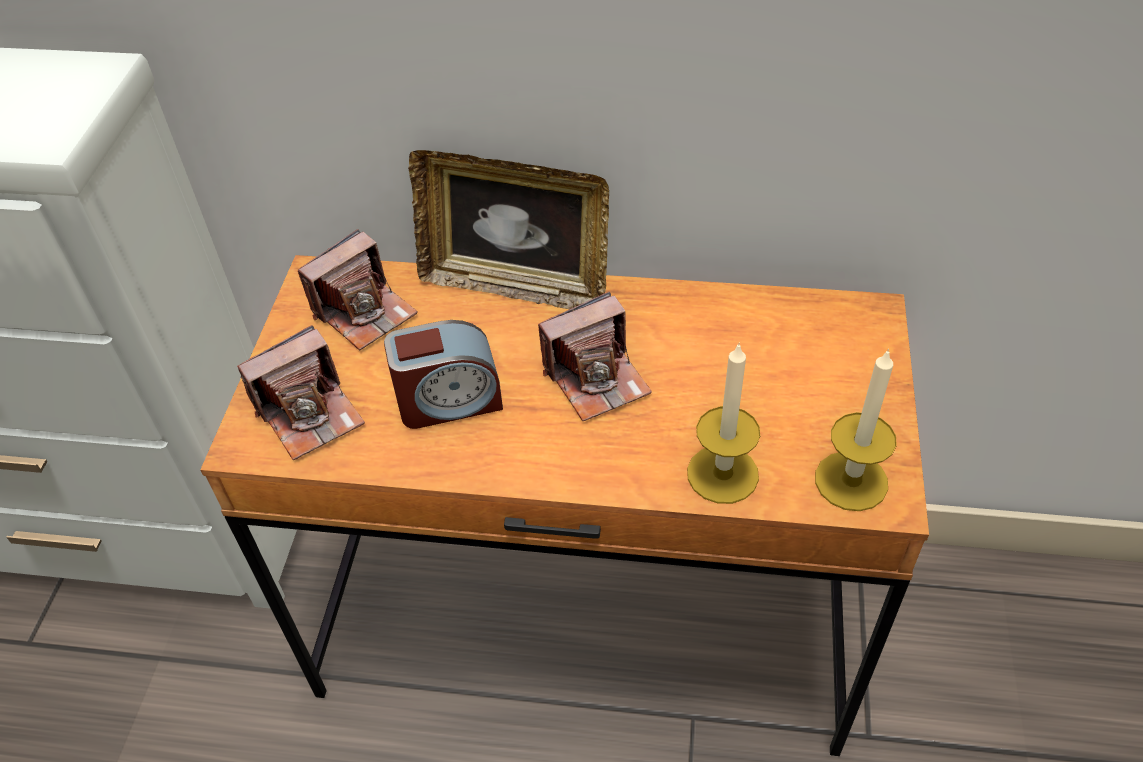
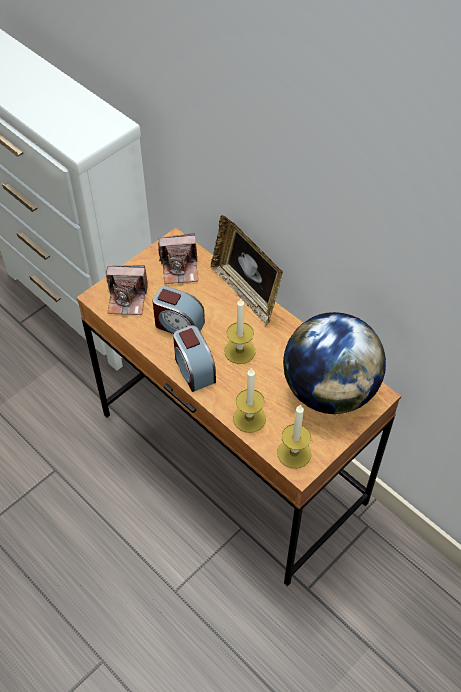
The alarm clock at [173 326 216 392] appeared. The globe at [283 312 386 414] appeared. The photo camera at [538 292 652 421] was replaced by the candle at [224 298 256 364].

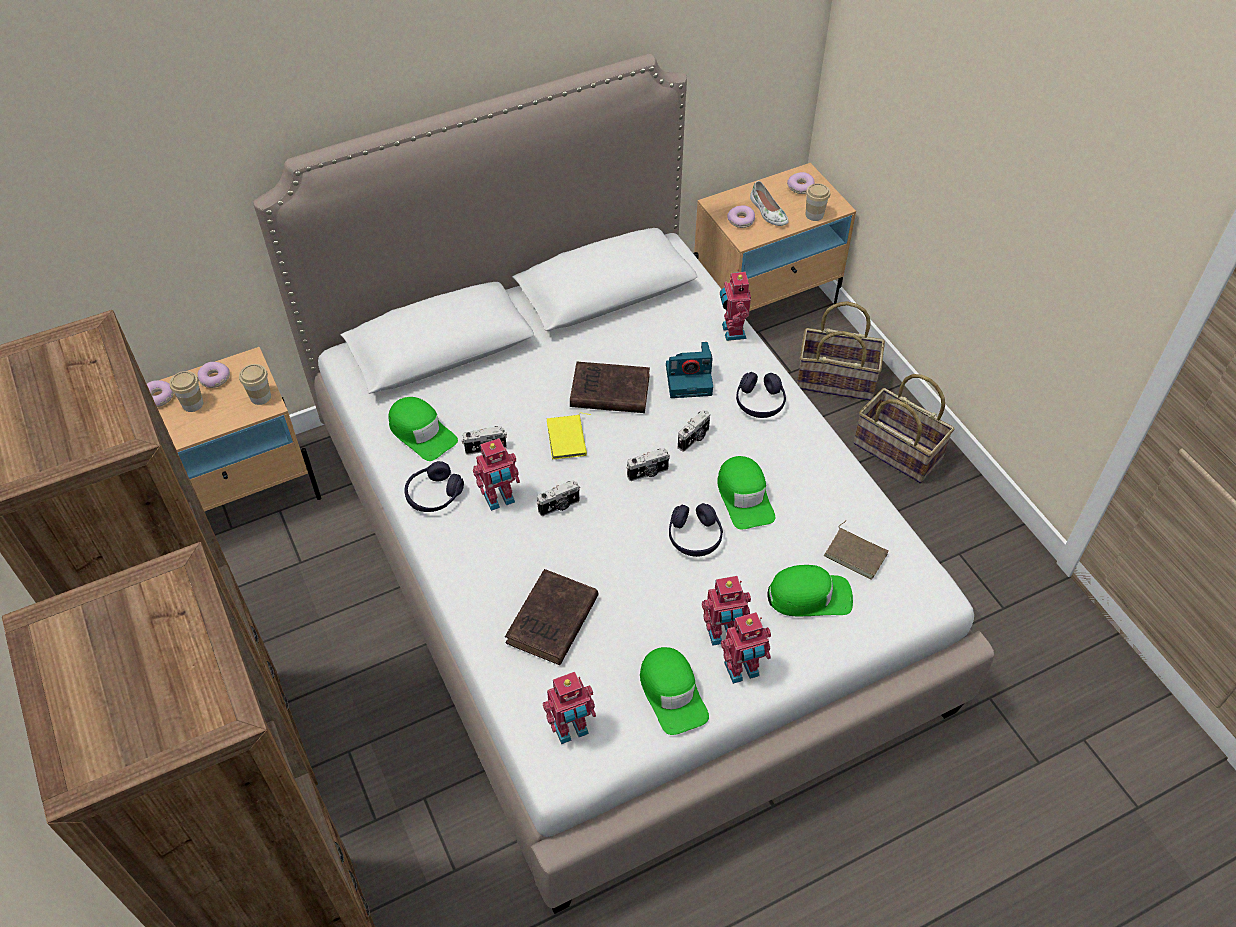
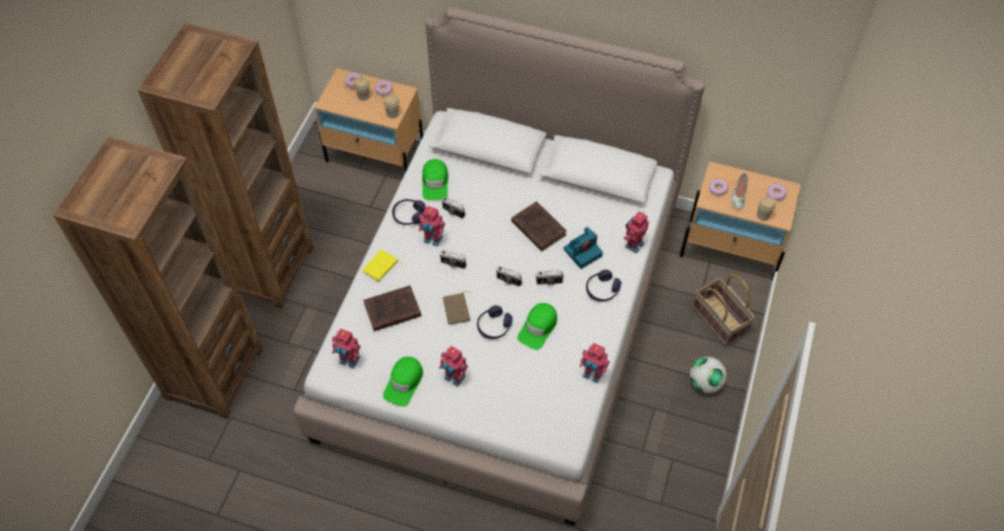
The green cap at [768 565 853 616] disappeared. The yellow book moved from [547 413 591 459] to [362 249 401 282]. The toy robot moved from [721 612 771 684] to [580 343 610 384]. The brown book moved from [824 520 889 580] to [443 291 470 325]. The basket at [853 374 954 483] was replaced by the football at [690 357 727 393]. The photo camera at [666 342 713 398] turned 75 degrees counterclockwise.

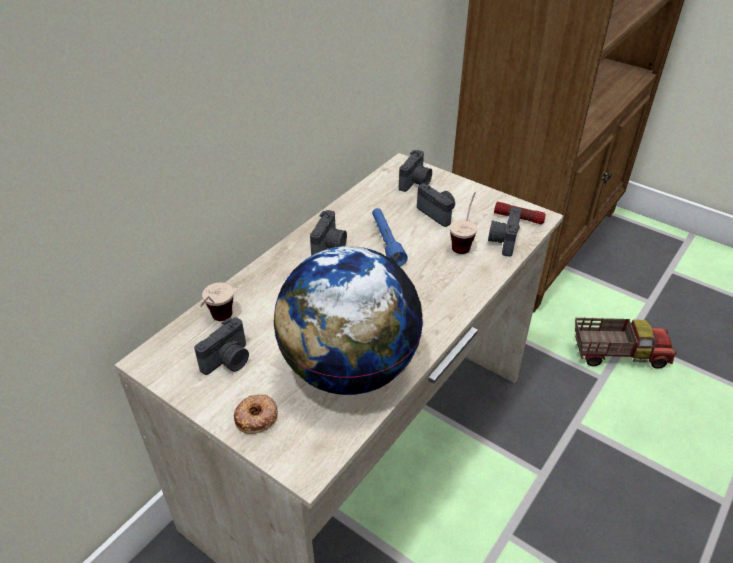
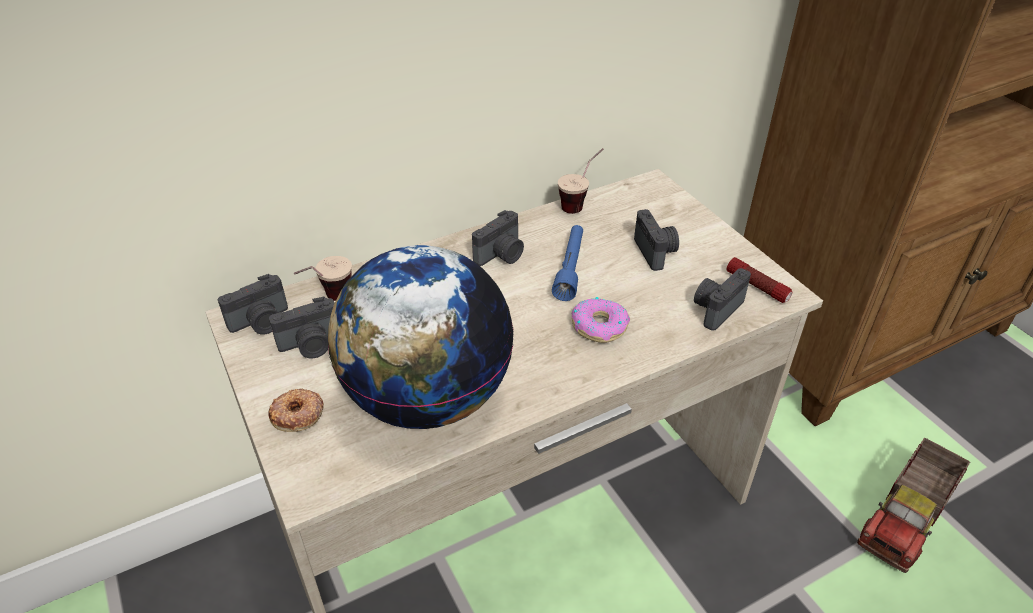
The donut at [572 297 630 343] appeared. The photo camera moved from [399 150 432 192] to [218 274 288 335]. The cup moved from [450 192 478 254] to [558 148 604 214]. The toy truck at [575 318 677 369] turned 105 degrees clockwise.

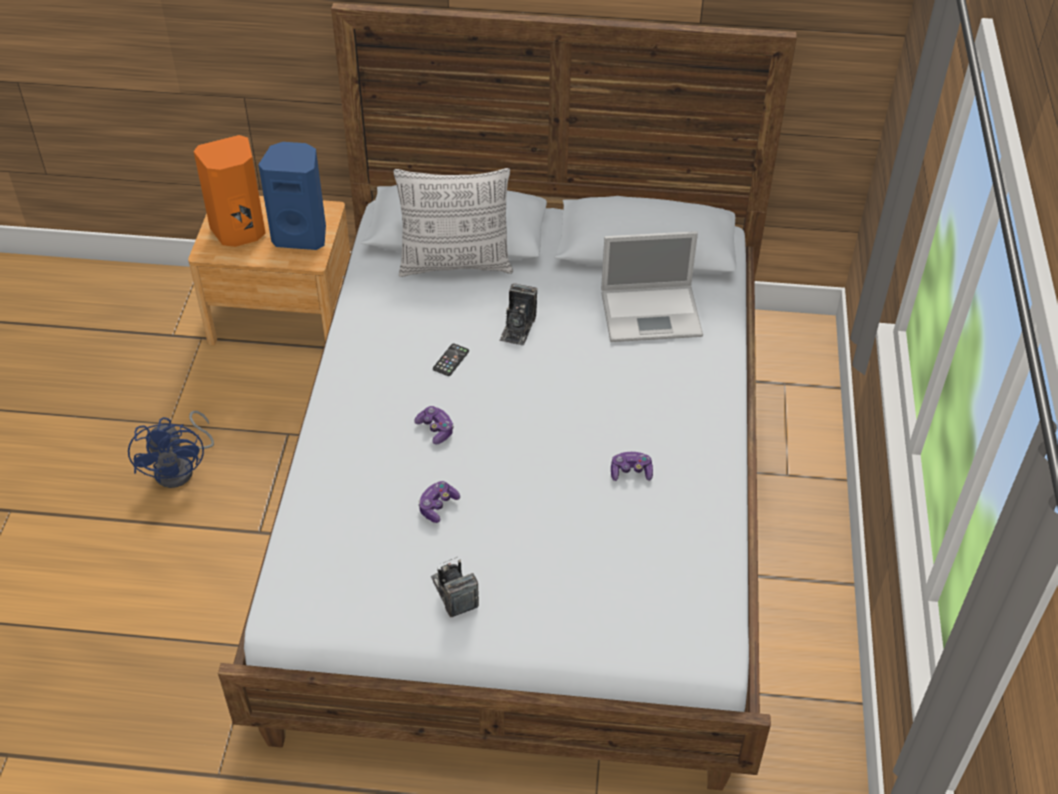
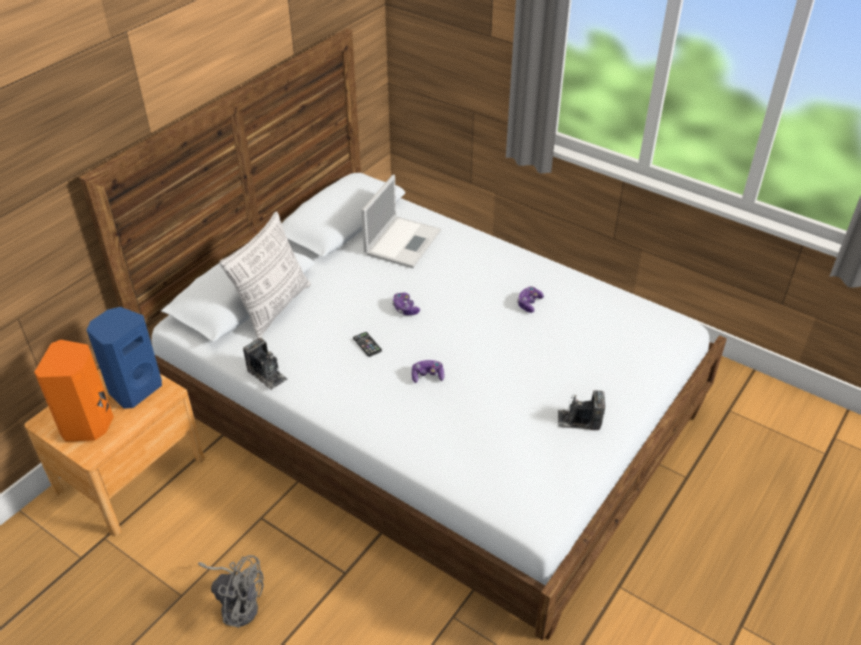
The game controller moved from [418 481 460 523] to [392 293 420 315]. The photo camera moved from [499 283 537 345] to [243 338 287 390]. The blue fan at [128 411 214 488] became the grey fan at [198 555 264 628].

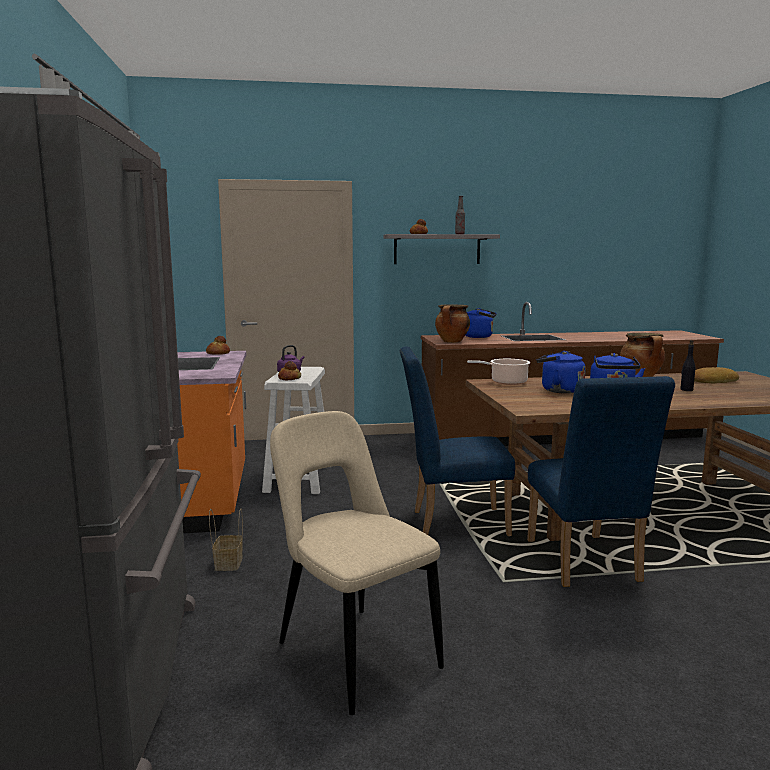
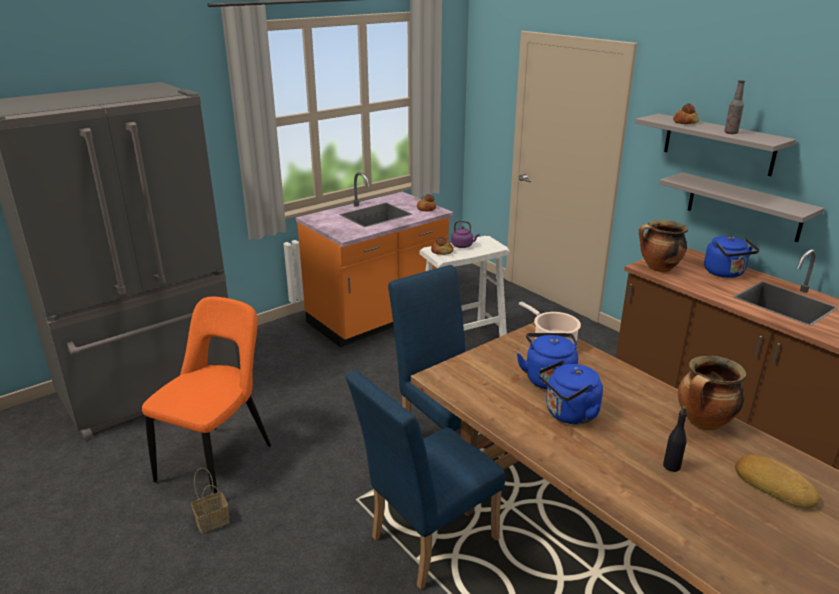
The grey shelf at [659 172 824 242] appeared. The basket moved from [209 508 243 571] to [191 468 229 533]. The beige chair at [270 411 444 715] became the orange chair at [142 297 271 494].

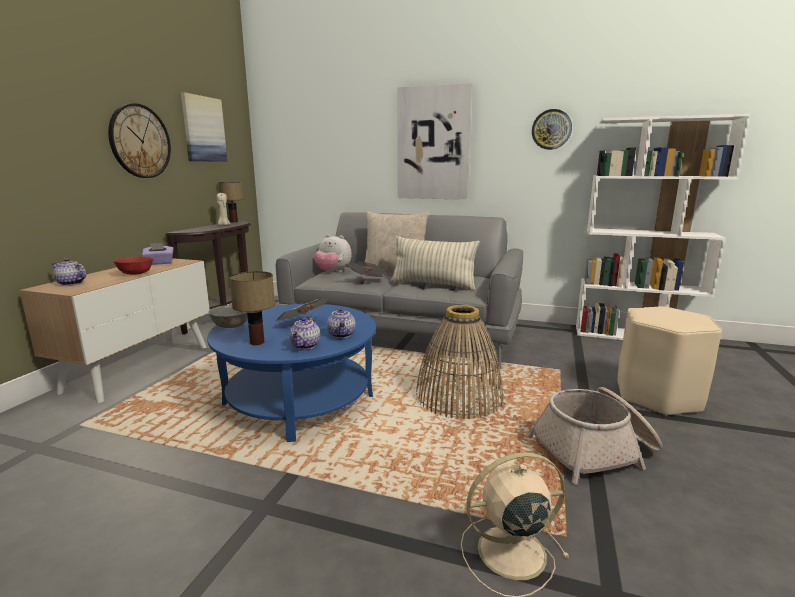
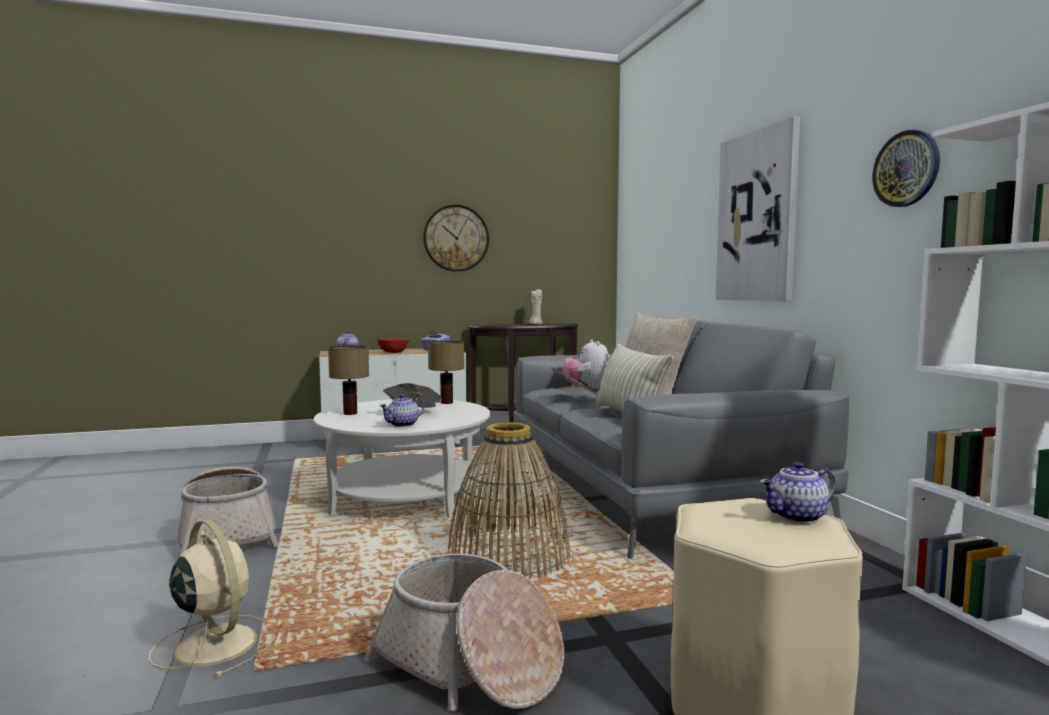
The picture at [180 92 228 162] disappeared. The grey bowl at [208 305 248 328] disappeared. The basket at [178 467 279 555] appeared. The table lamp moved from [218 182 244 222] to [428 341 464 404]. The teapot moved from [289 317 320 350] to [760 462 836 524]. The blue coffee table at [207 304 376 442] became the white coffee table at [314 399 490 518].

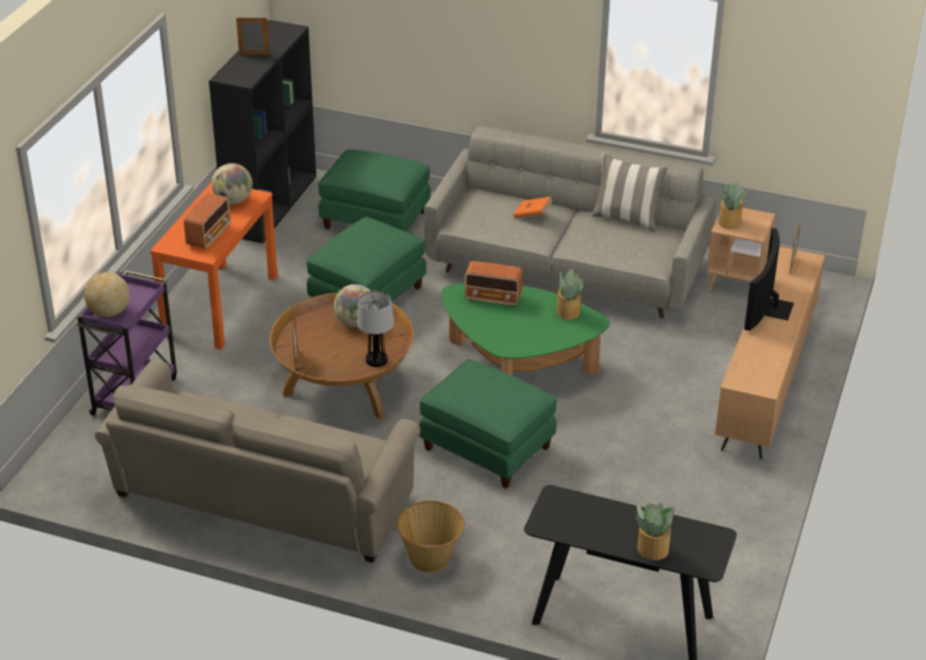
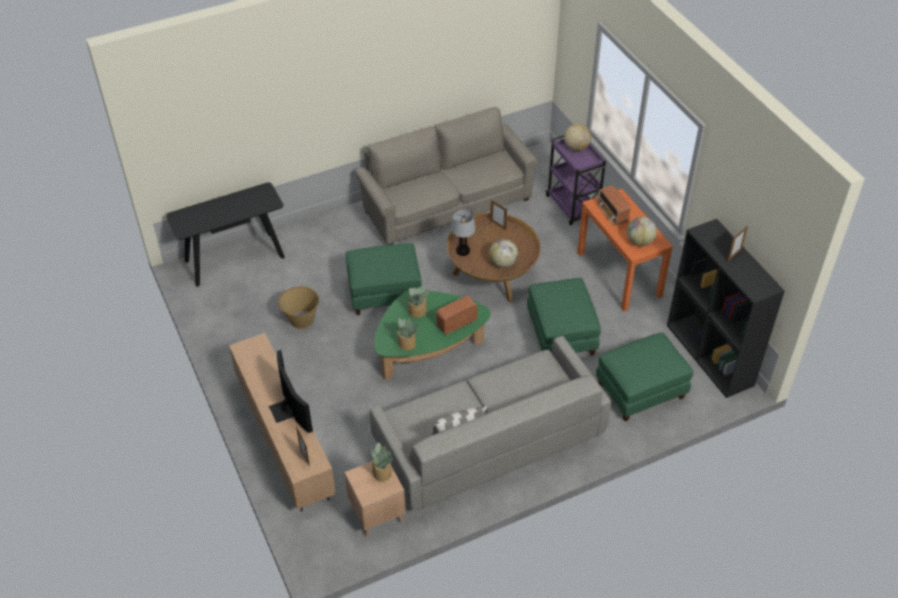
The orange book at [513 196 553 218] disappeared. The basket moved from [397 501 464 572] to [278 286 319 329]. The potted plant moved from [636 502 674 560] to [408 285 429 318].

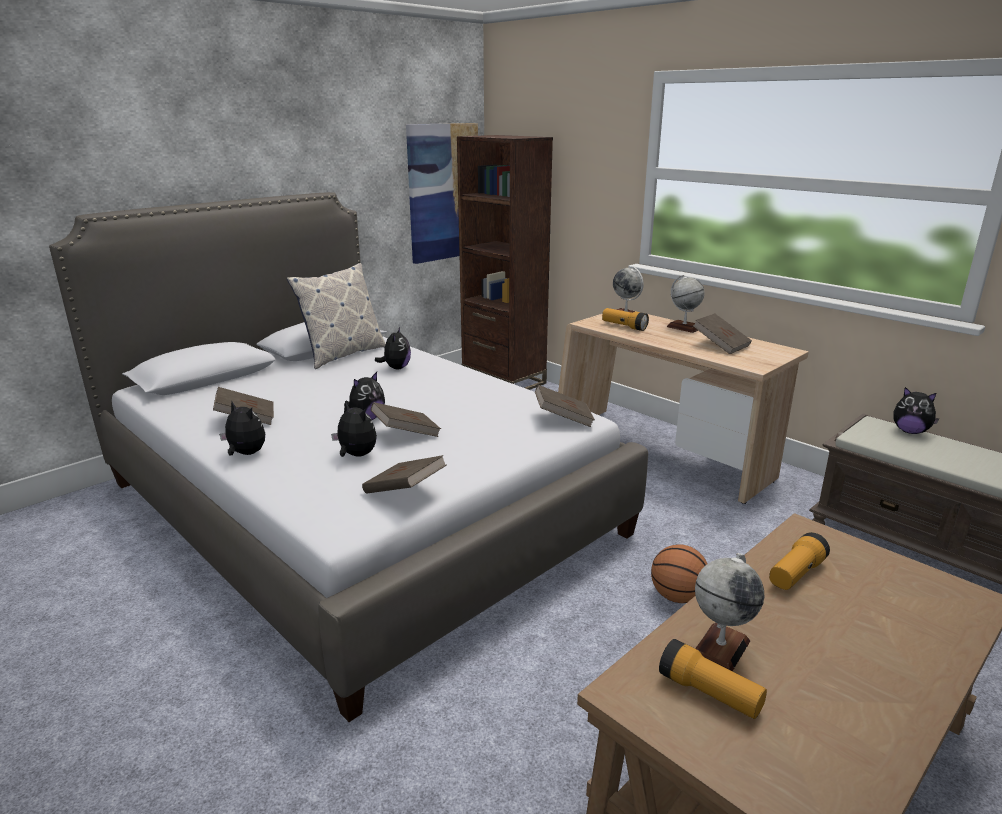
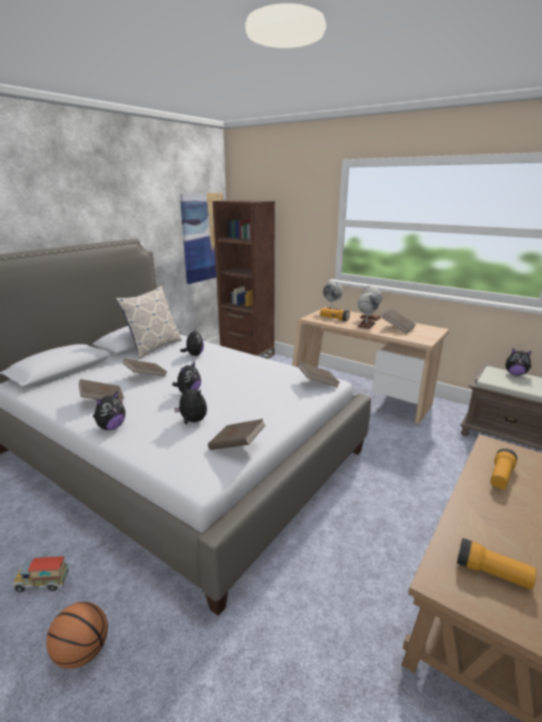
The toy truck at [11 556 69 592] appeared. The brown book moved from [371 402 441 437] to [123 359 167 377]. The basketball moved from [651 545 707 603] to [46 602 108 669]. The globe moved from [695 553 764 671] to [358 291 379 329]. The plush toy at [219 402 265 456] turned 105 degrees clockwise.

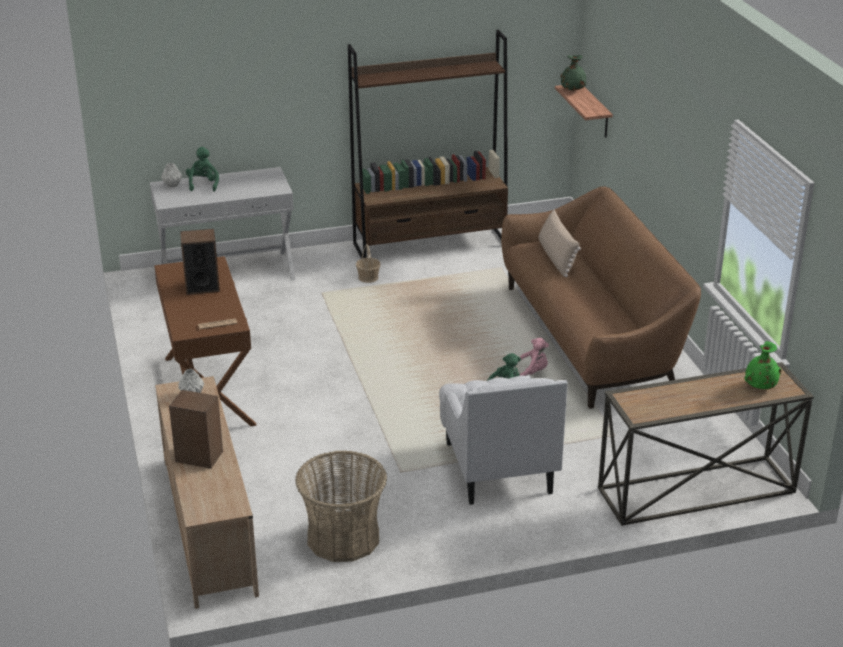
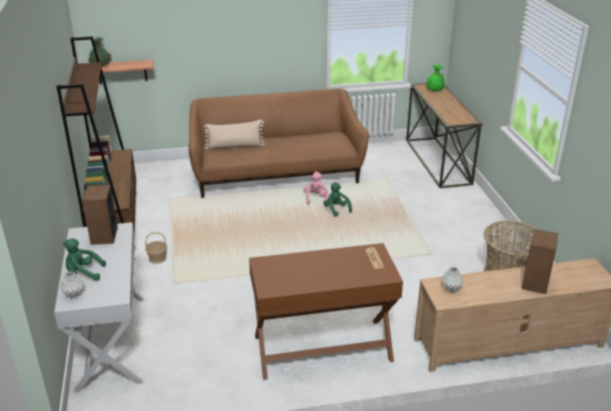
The white armchair at [439 375 568 505] disappeared. The speaker moved from [180 229 220 295] to [82 184 118 245].

